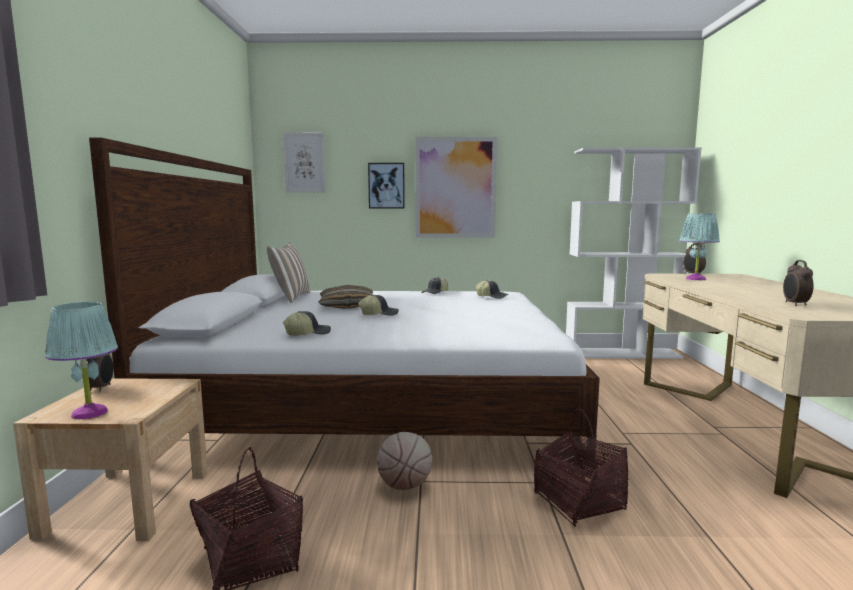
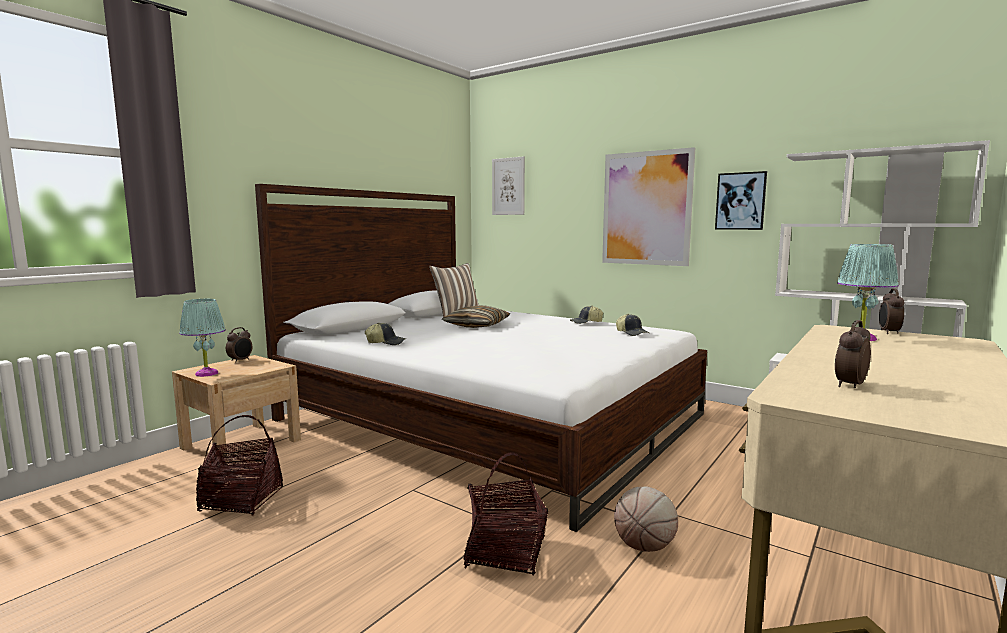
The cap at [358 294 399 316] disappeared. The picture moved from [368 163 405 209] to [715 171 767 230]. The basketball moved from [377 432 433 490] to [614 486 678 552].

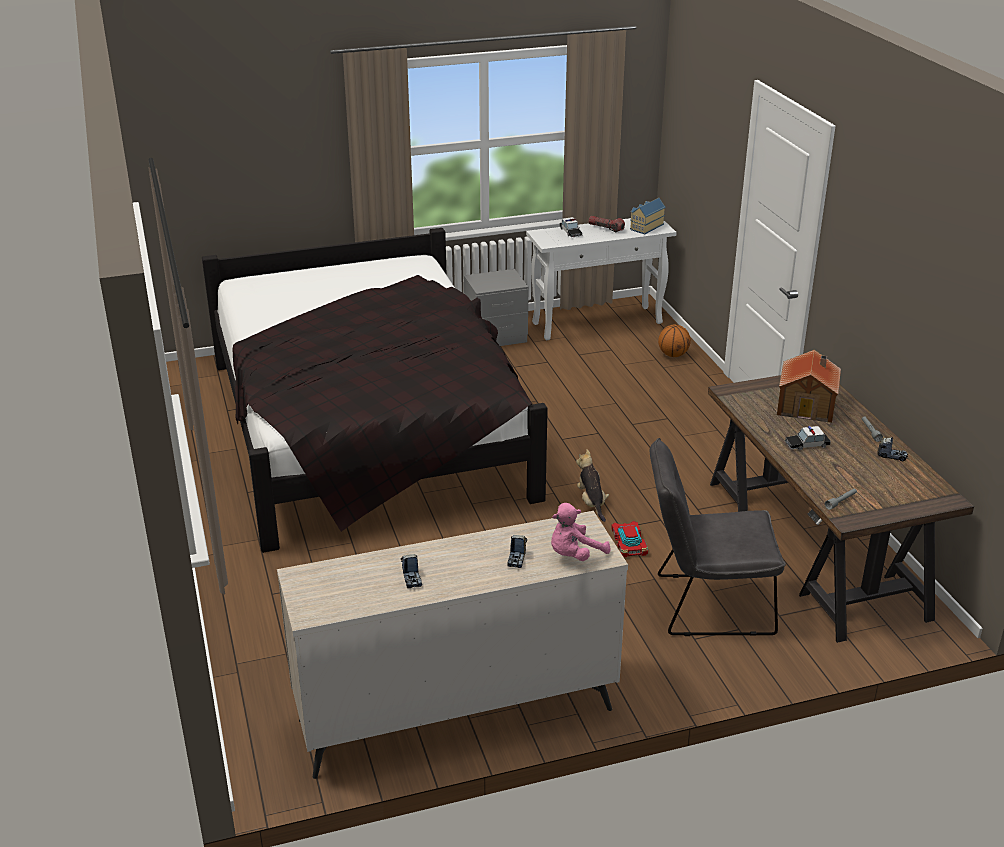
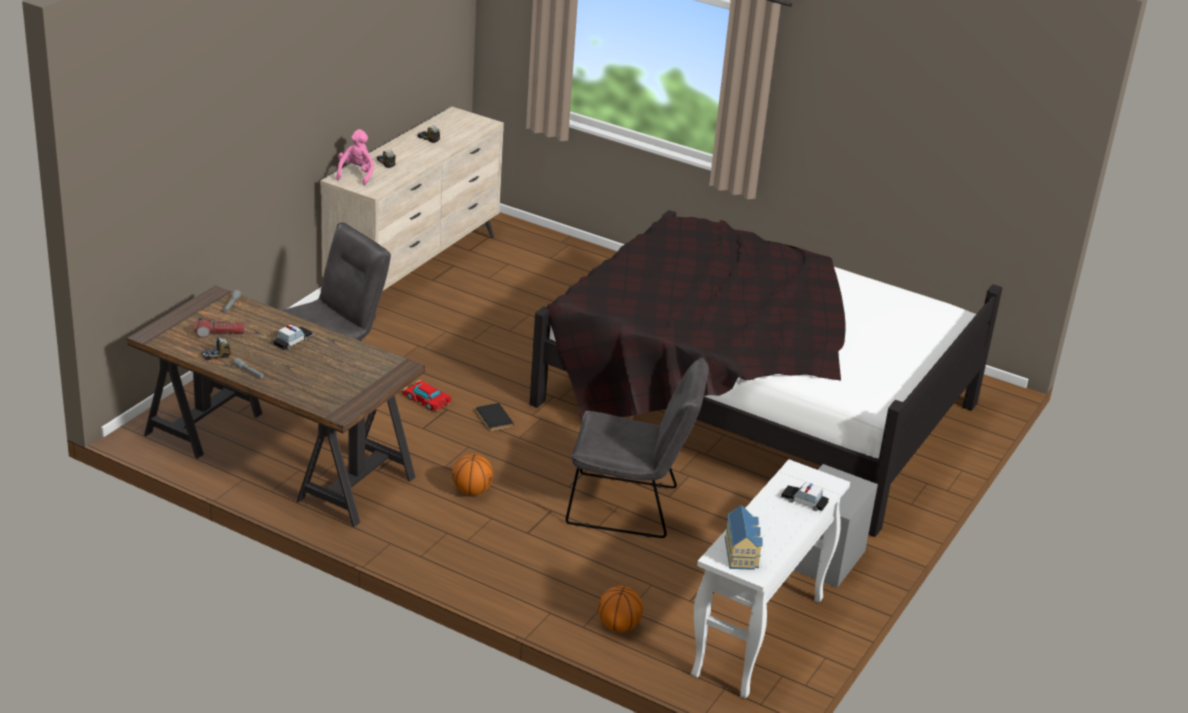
The toy house at [777 350 841 423] disappeared. The basketball at [452 454 493 495] appeared. The grey chair at [566 357 709 538] appeared. The flashlight moved from [588 216 625 233] to [194 318 244 338]. The plush toy at [576 449 609 522] was replaced by the black book at [476 403 514 432].

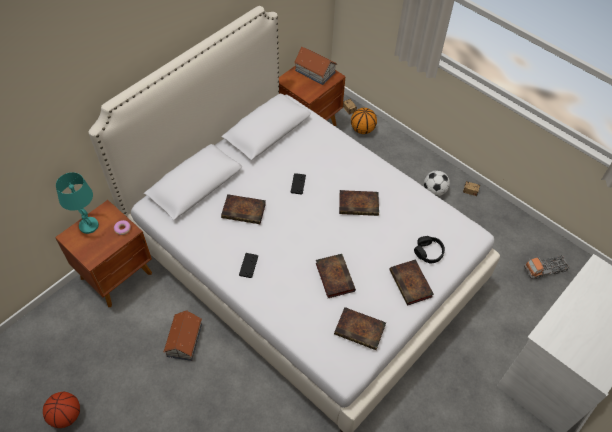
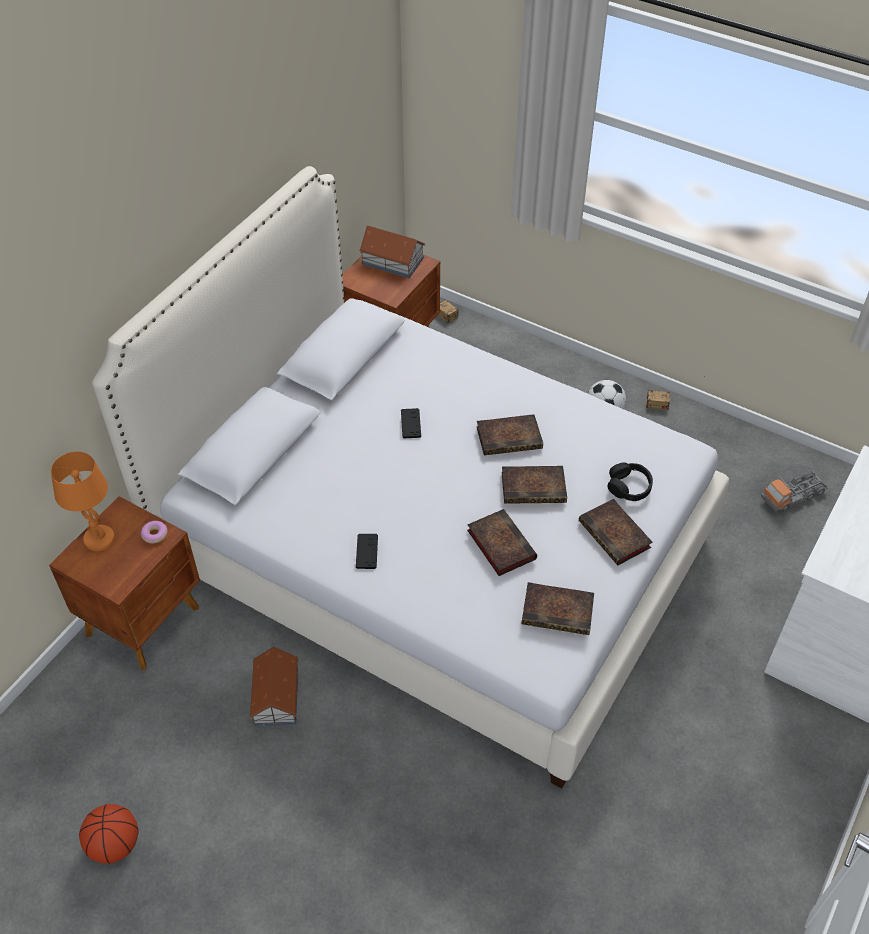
The basketball at [351 108 377 134] disappeared. The book moved from [221 194 266 224] to [502 466 567 504]. The turquoise table lamp at [56 172 99 234] became the orange table lamp at [51 452 115 551].

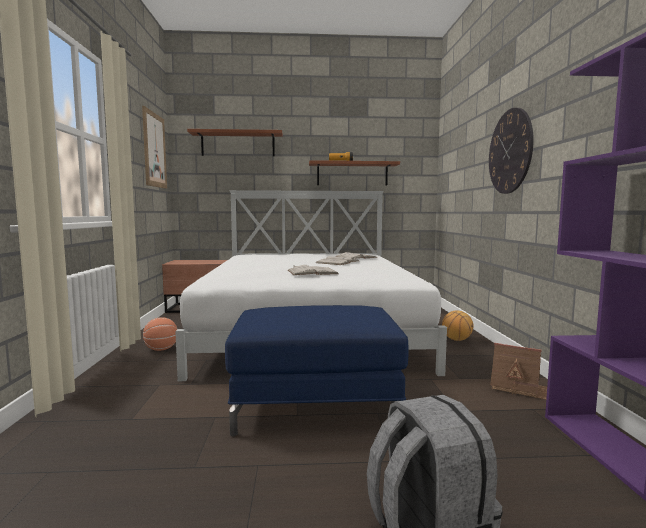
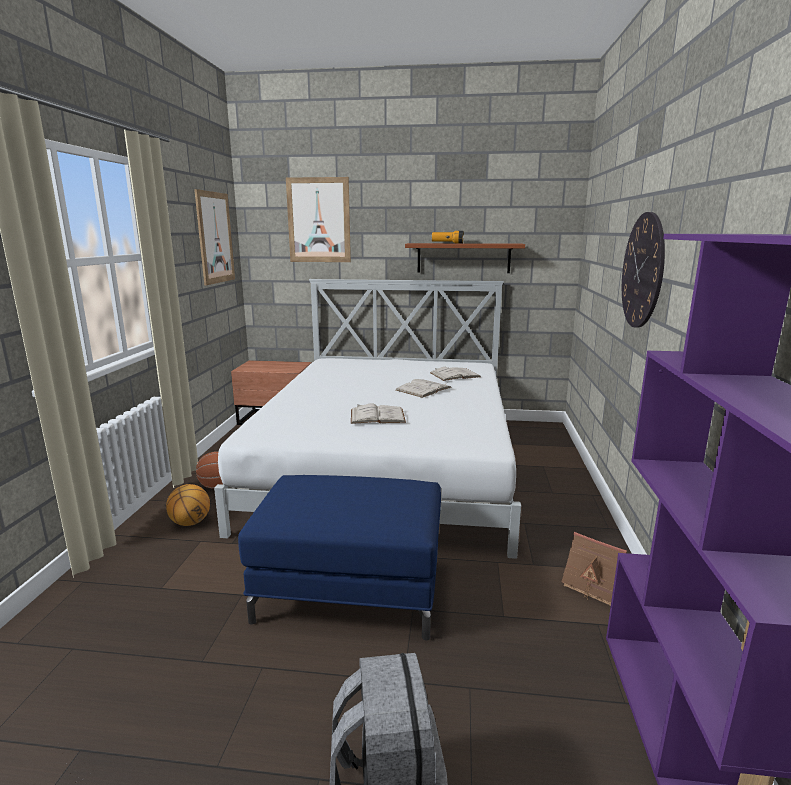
The basketball moved from [442 310 473 341] to [166 484 210 526]. The brown shelf at [187 129 283 156] was replaced by the picture at [286 177 351 262].

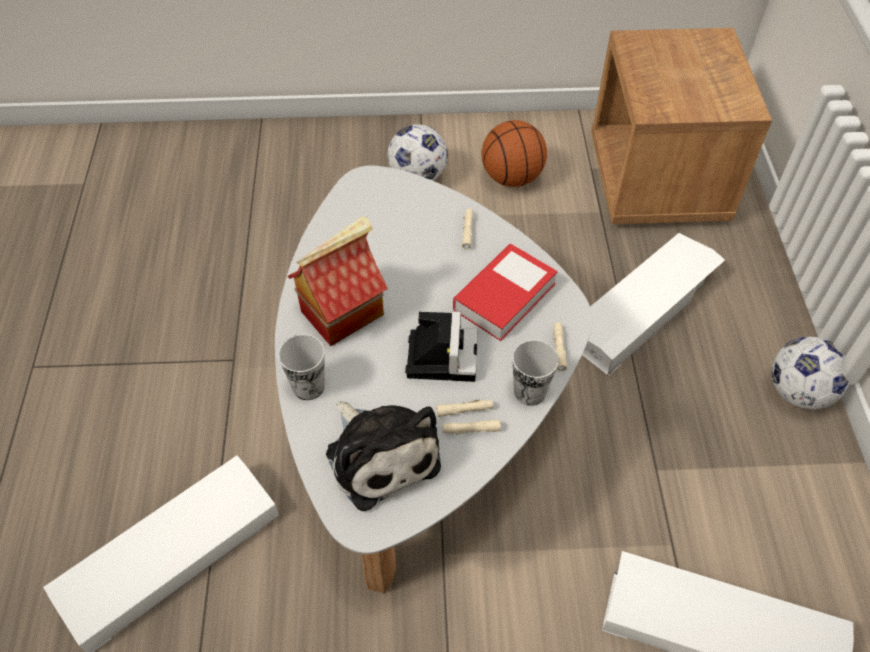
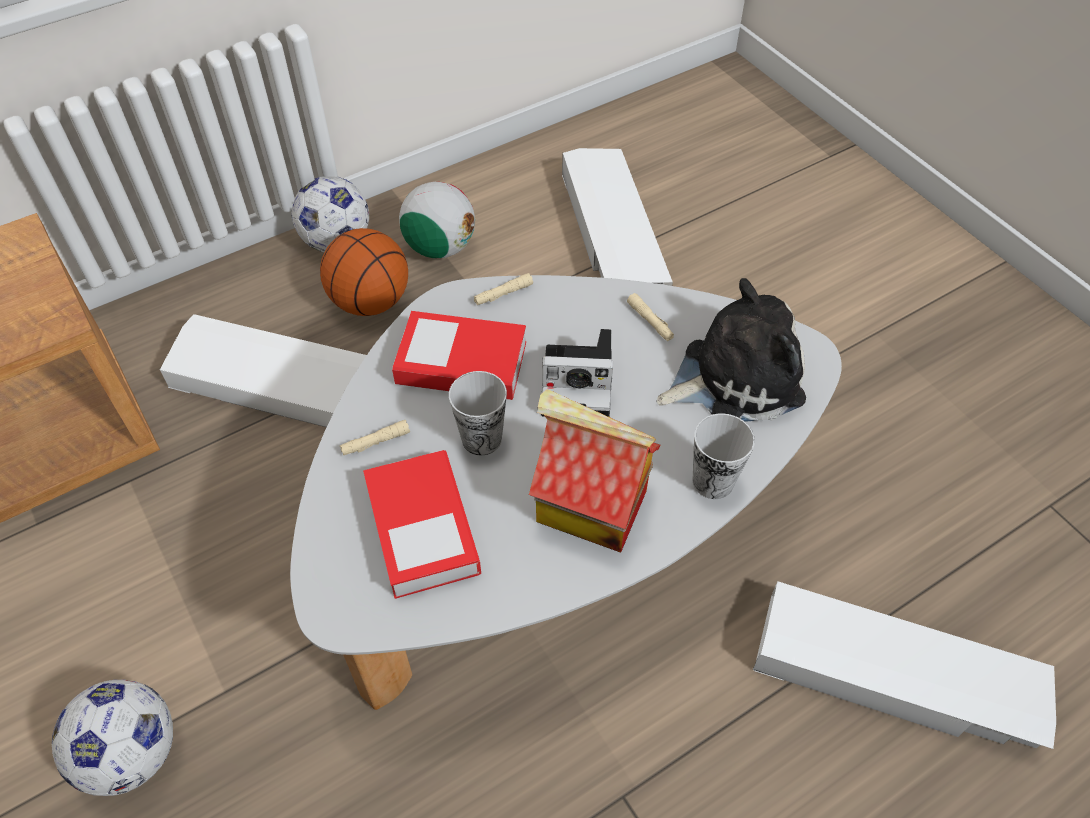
The beige flashlight at [436 399 493 417] disappeared. The book at [363 450 481 599] appeared. The football at [399 182 475 258] appeared. The basketball moved from [481 120 547 187] to [320 228 408 316]. The cup moved from [512 340 559 406] to [449 371 507 455]. The plush toy at [326 402 441 511] turned 45 degrees clockwise. The photo camera at [405 311 478 382] turned 150 degrees counterclockwise.

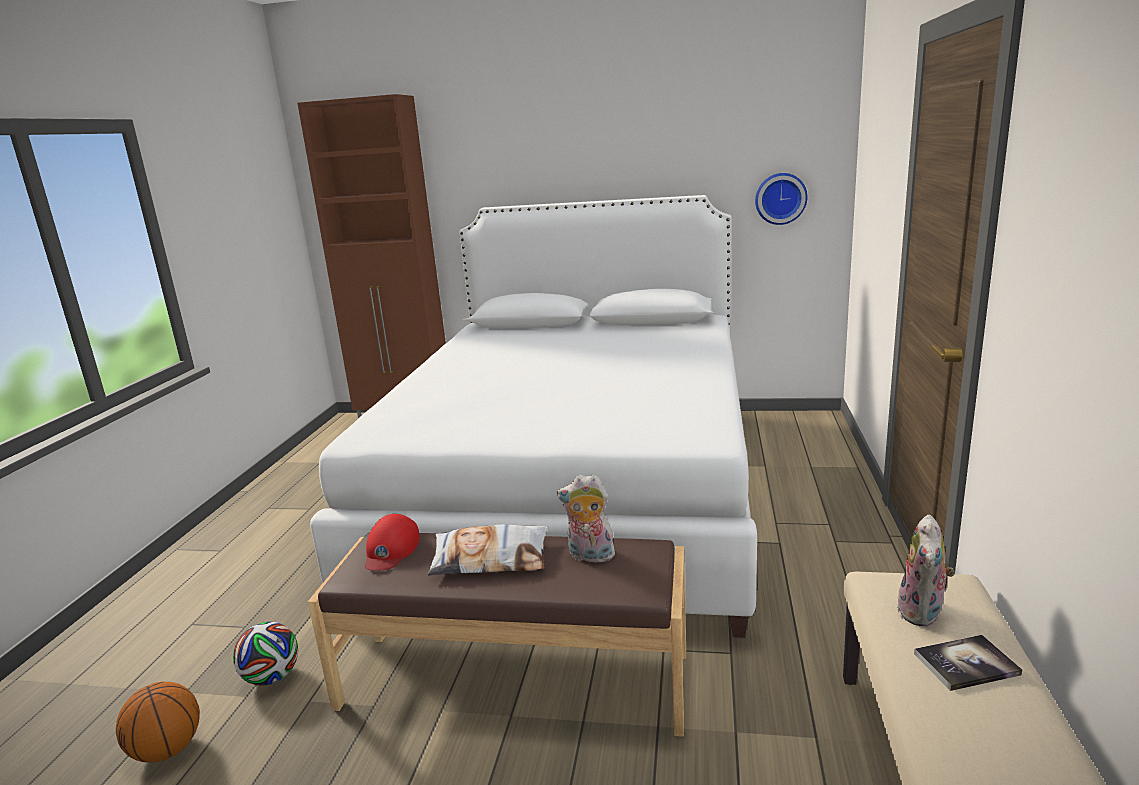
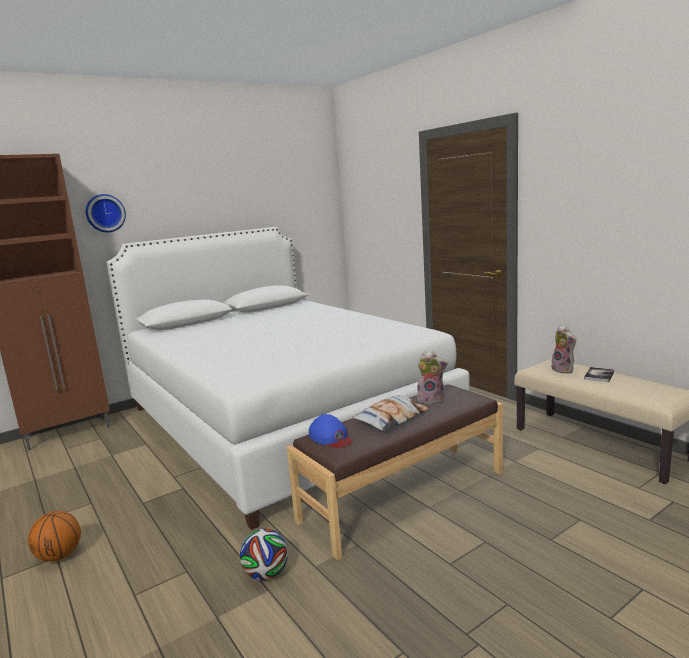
The basketball moved from [116 682 200 763] to [28 511 81 562]. The wall clock moved from [755 173 807 225] to [86 194 126 232]. The red cap at [365 514 420 571] became the blue cap at [309 414 353 448]. The plush toy at [557 475 617 563] turned 135 degrees counterclockwise.

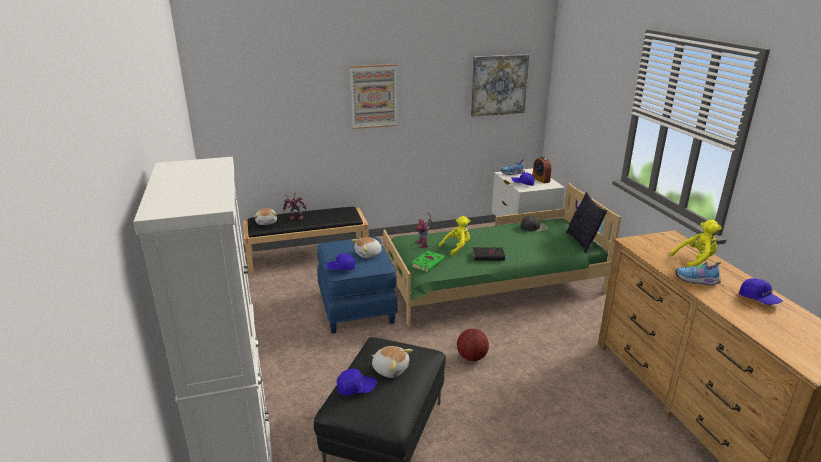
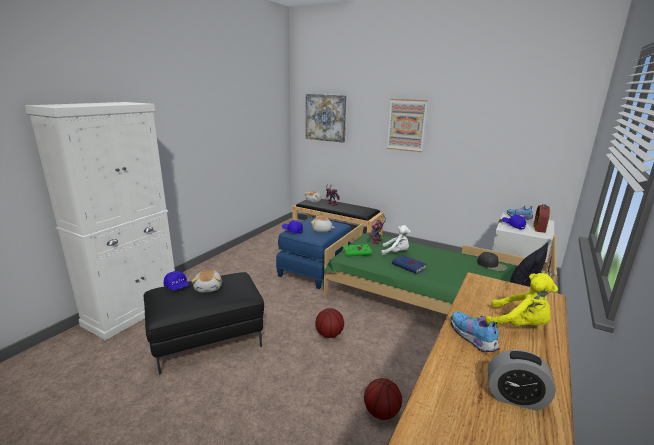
The basketball at [364 378 402 420] appeared. The picture moved from [470 54 529 117] to [306 94 347 143]. The blue cap at [739 278 783 305] was replaced by the alarm clock at [488 350 556 411]. The yellow plush toy at [439 216 471 256] became the white plush toy at [381 225 410 255]. The black book at [472 247 509 261] became the blue book at [392 255 426 274].

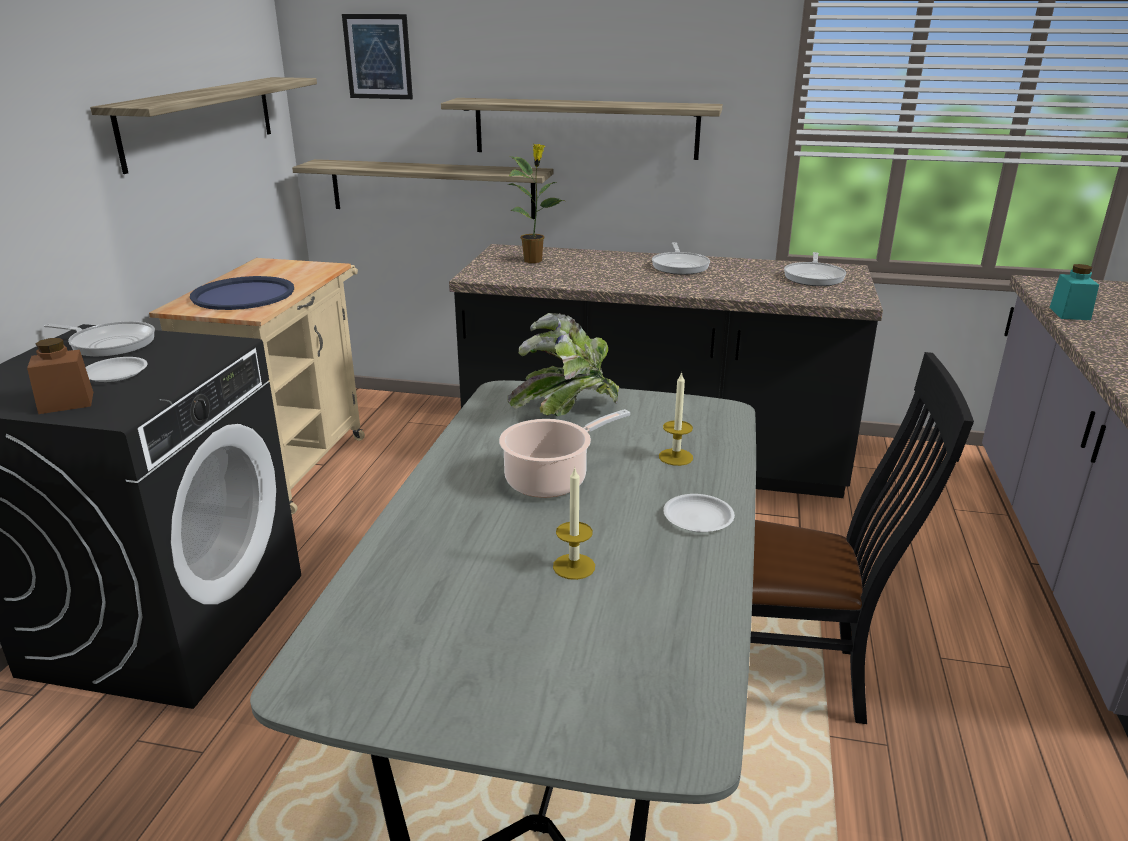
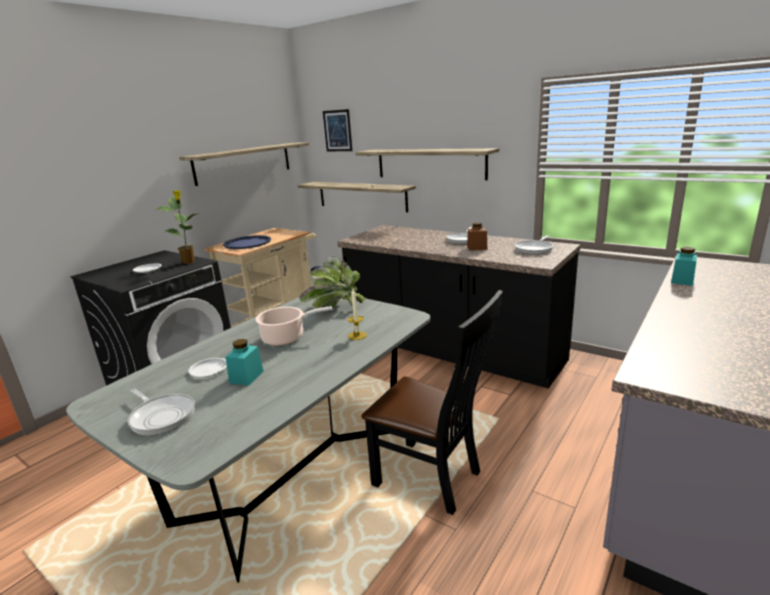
The brown jar moved from [27 338 93 414] to [467 222 488 251]. The frying pan moved from [44 321 155 357] to [127 389 195 435]. The potted plant moved from [507 144 564 263] to [156 190 197 264]. The white plate moved from [663 494 735 532] to [188 358 227 377]. The candle at [553 468 595 580] was replaced by the turquoise jar at [225 339 263 386].

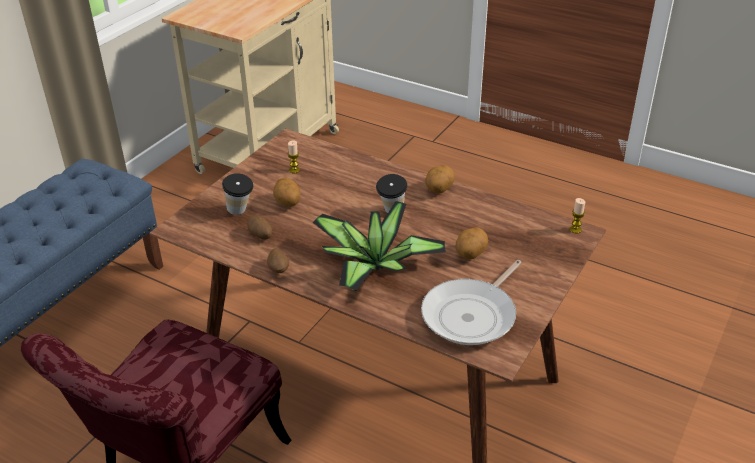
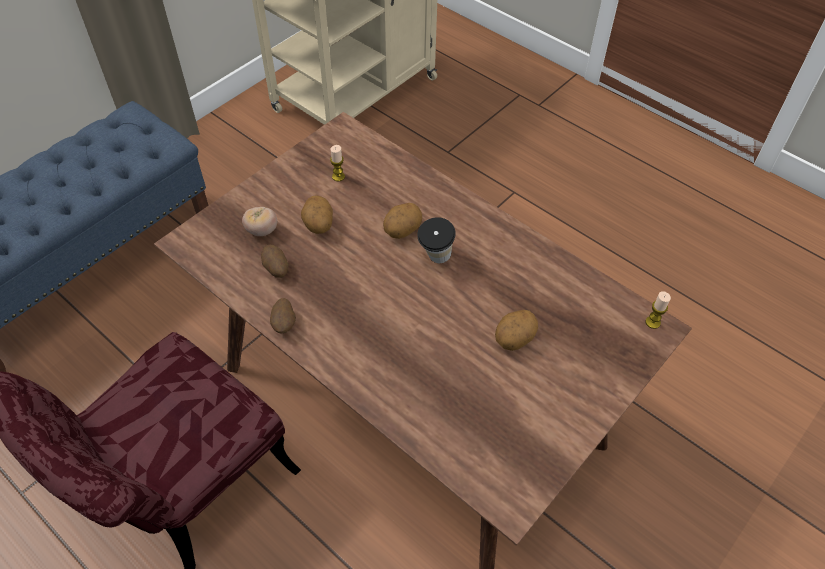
The potted plant at [312 201 446 291] disappeared. The frying pan at [421 260 522 345] disappeared. The potato moved from [426 165 455 194] to [383 203 422 239]. The cup at [222 173 254 215] was replaced by the tomato at [242 207 277 236].

